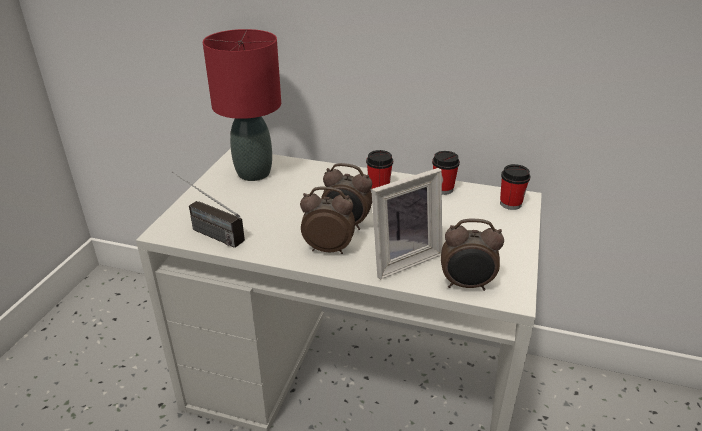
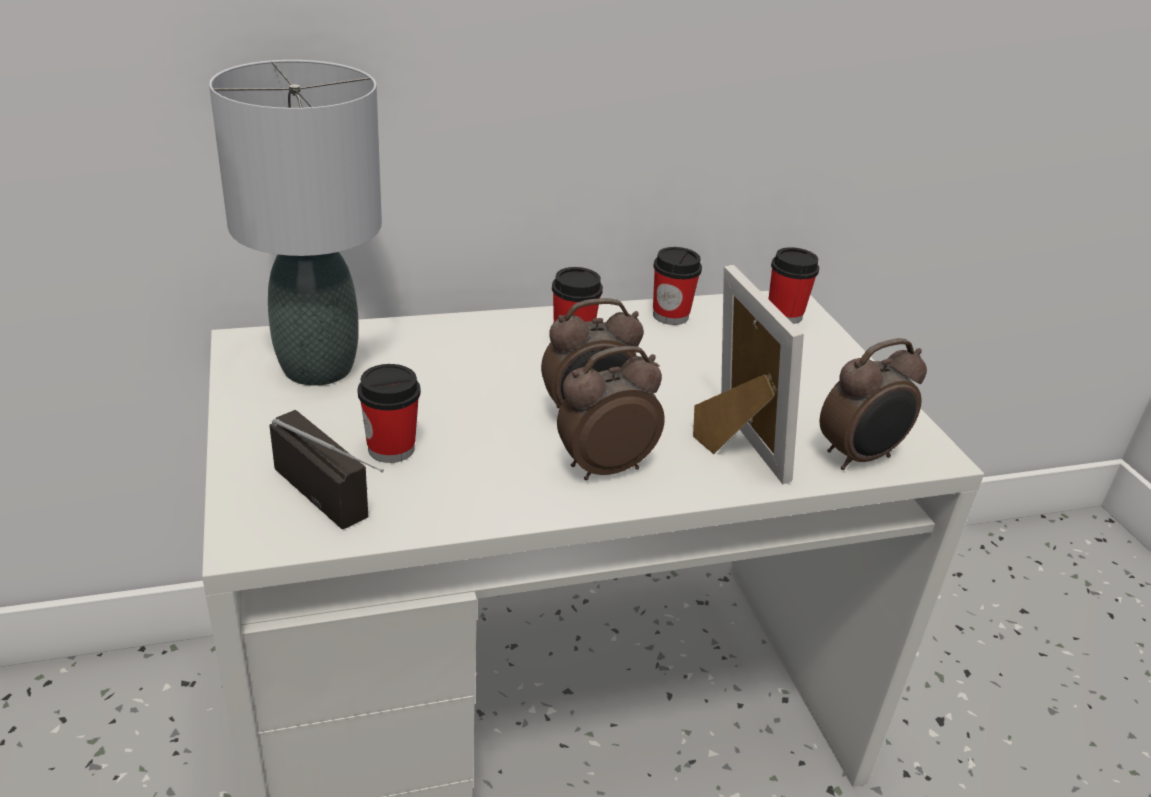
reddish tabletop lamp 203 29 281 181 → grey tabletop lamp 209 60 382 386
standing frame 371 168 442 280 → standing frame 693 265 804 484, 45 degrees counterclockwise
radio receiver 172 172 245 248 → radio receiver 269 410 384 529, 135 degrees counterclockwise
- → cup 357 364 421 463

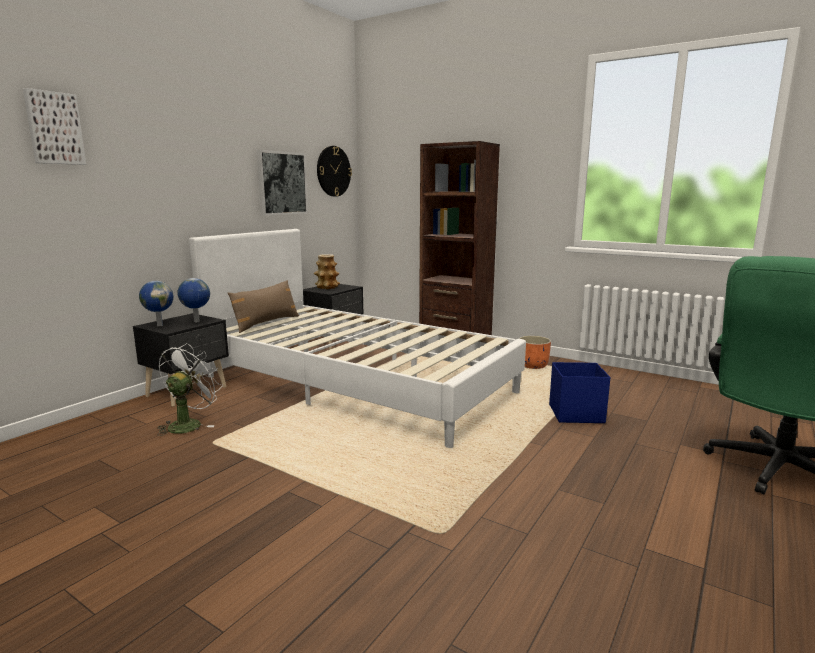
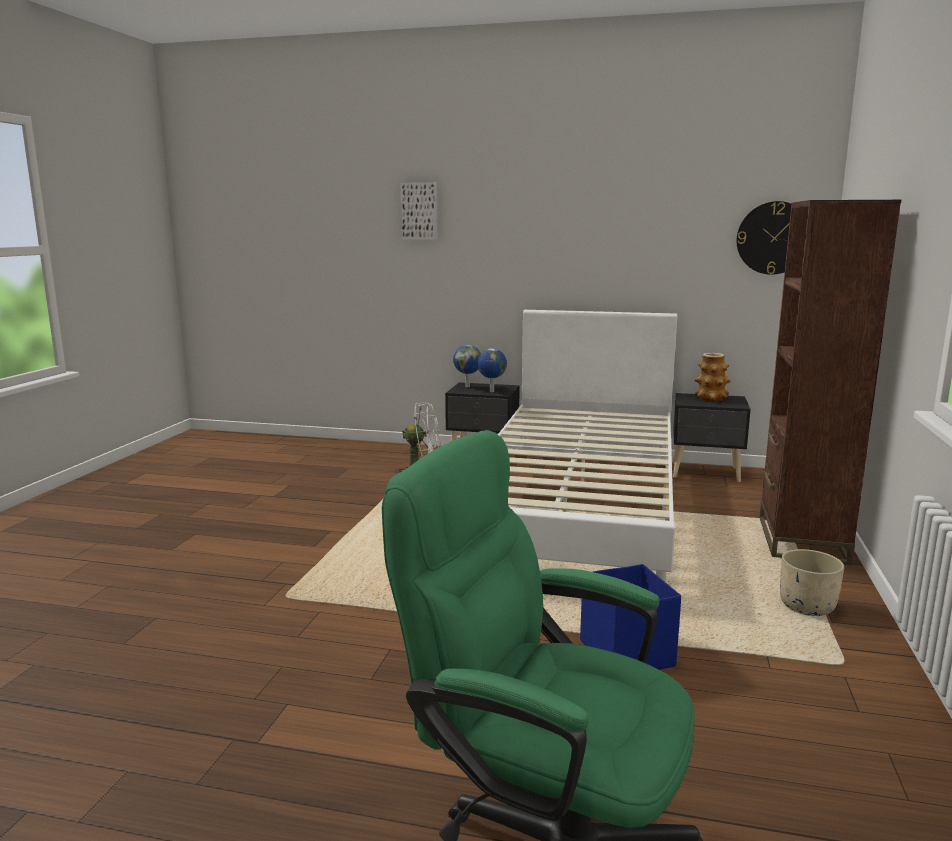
wall art 257 150 308 216 → -
brown throw pillow 228 280 299 333 → -
orangey plant pot 519 336 551 369 → beige-coloured plant pot 780 549 844 616

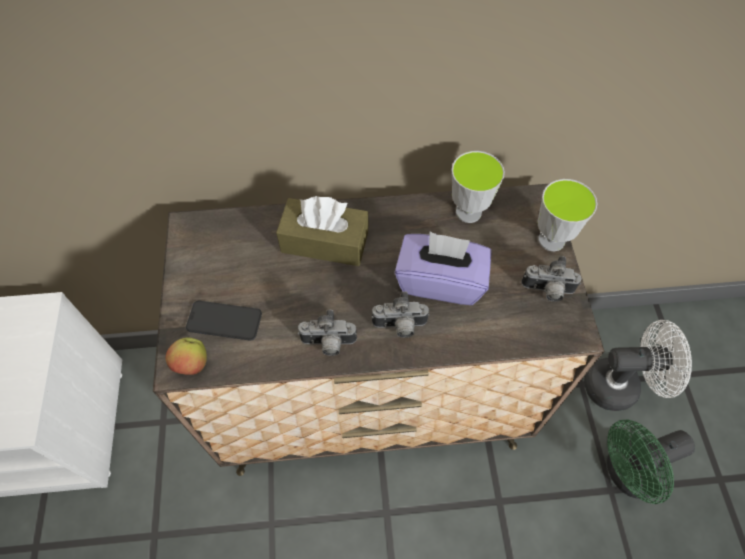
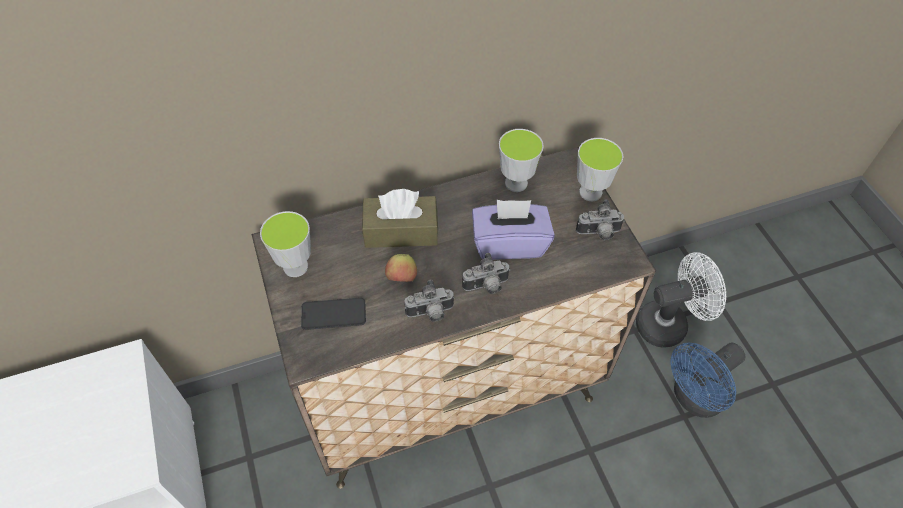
apple fruit 165 337 207 375 → apple fruit 385 254 417 282, moved
greenish cooling fan 607 419 695 504 → blue cooling fan 670 343 745 418
- → cup 260 211 311 277

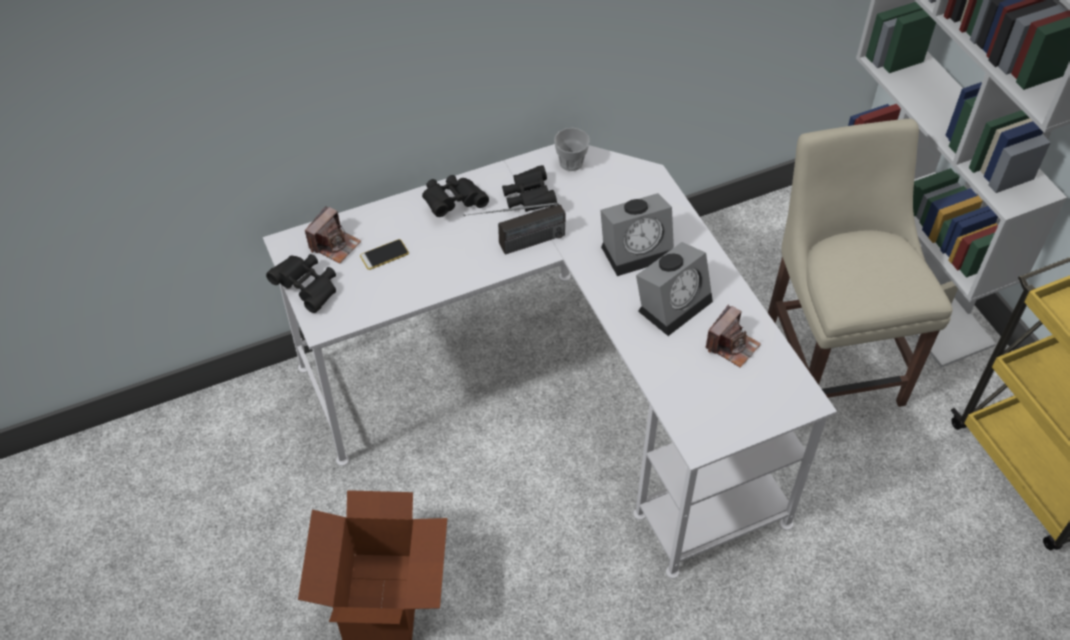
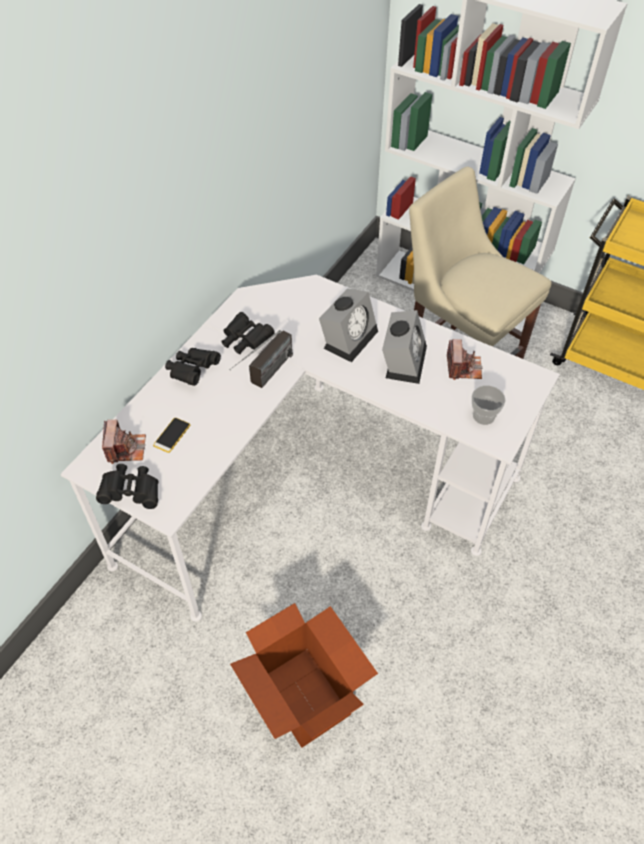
cup 554 128 590 171 → cup 472 385 506 425, moved

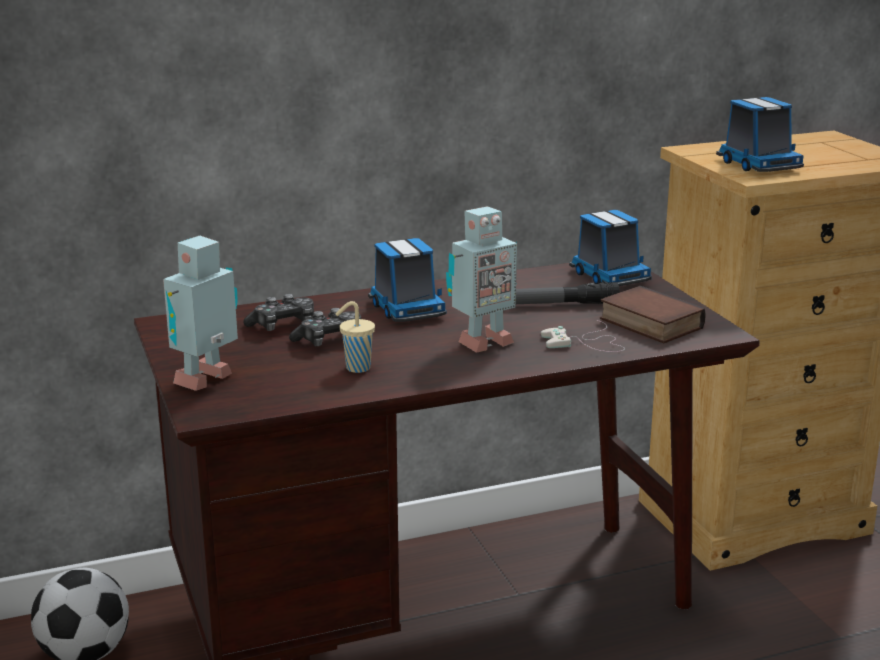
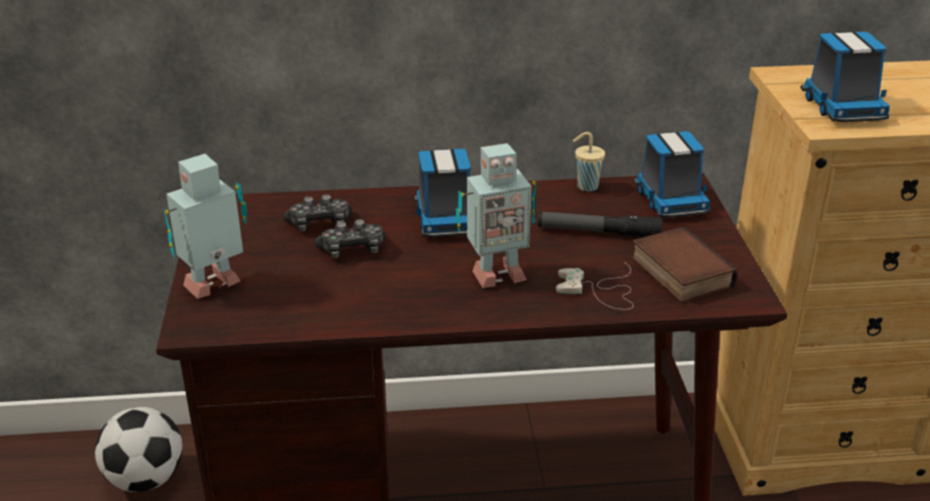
beige-coloured cup 336 301 375 373 → beige-coloured cup 573 132 605 191, moved

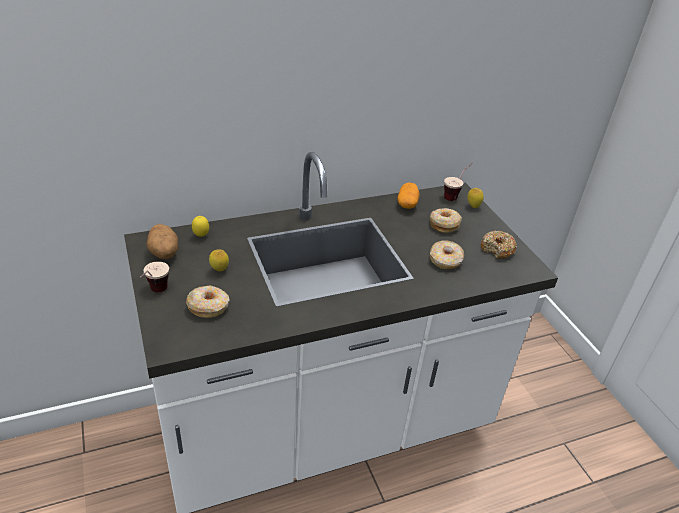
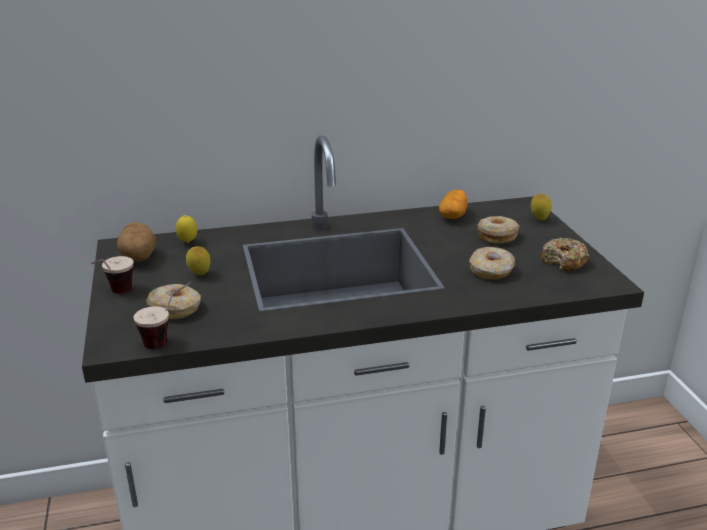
cup 444 163 473 201 → cup 133 282 191 349, moved

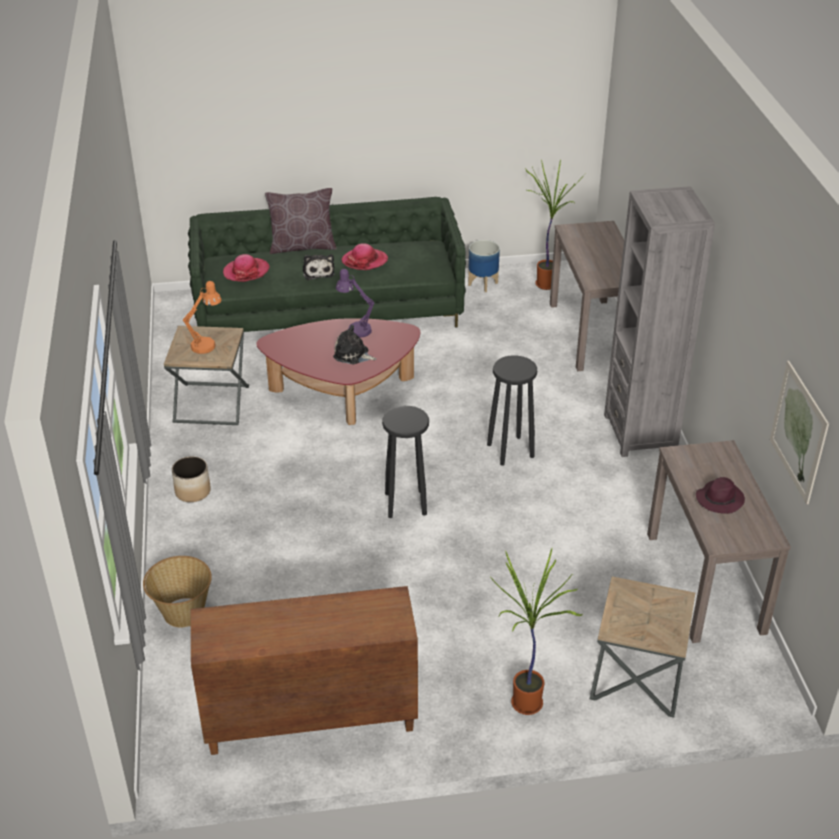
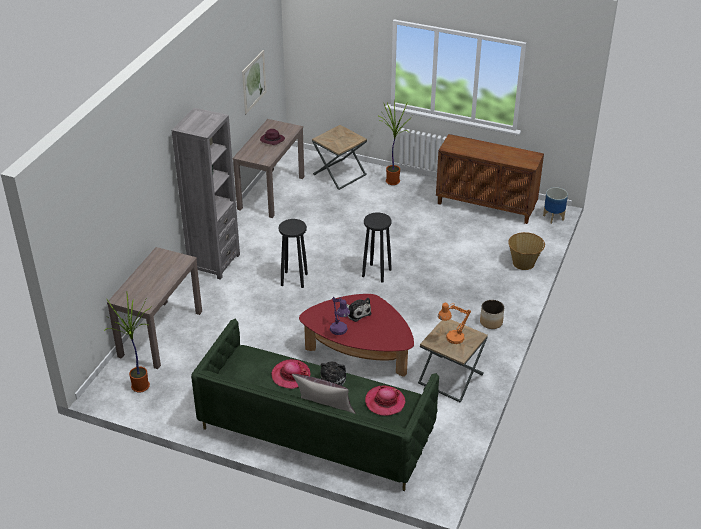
plant pot 468 240 500 292 → plant pot 543 187 568 224, moved

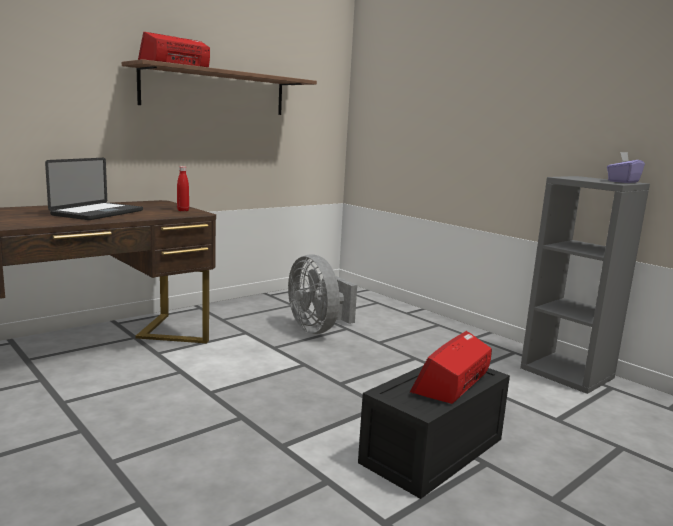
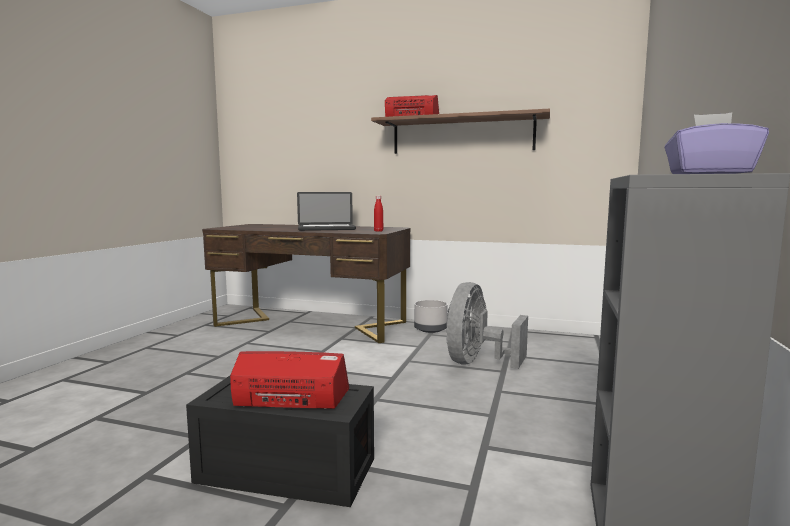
- → grey plant pot 414 300 448 333

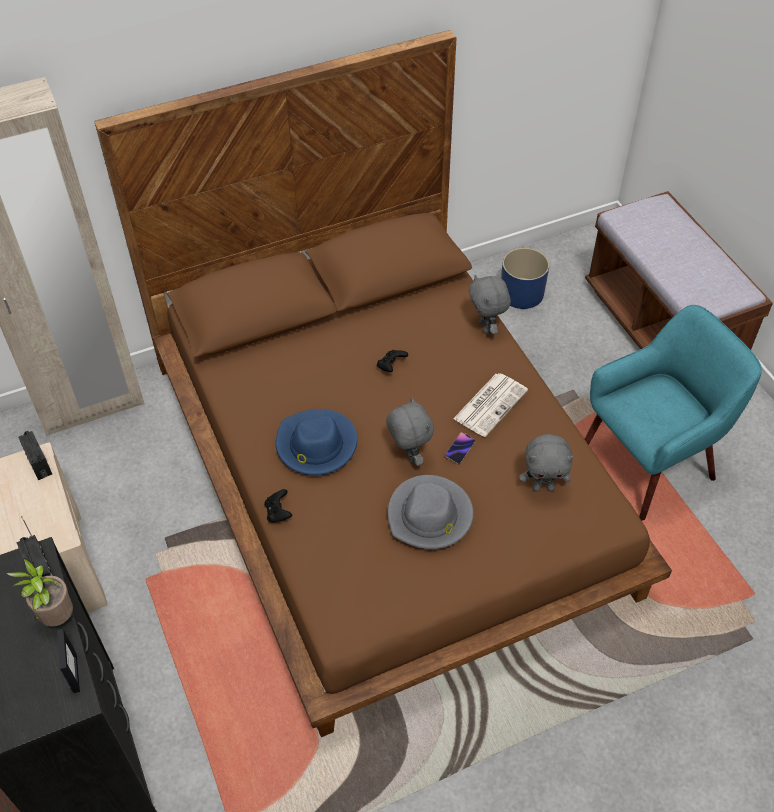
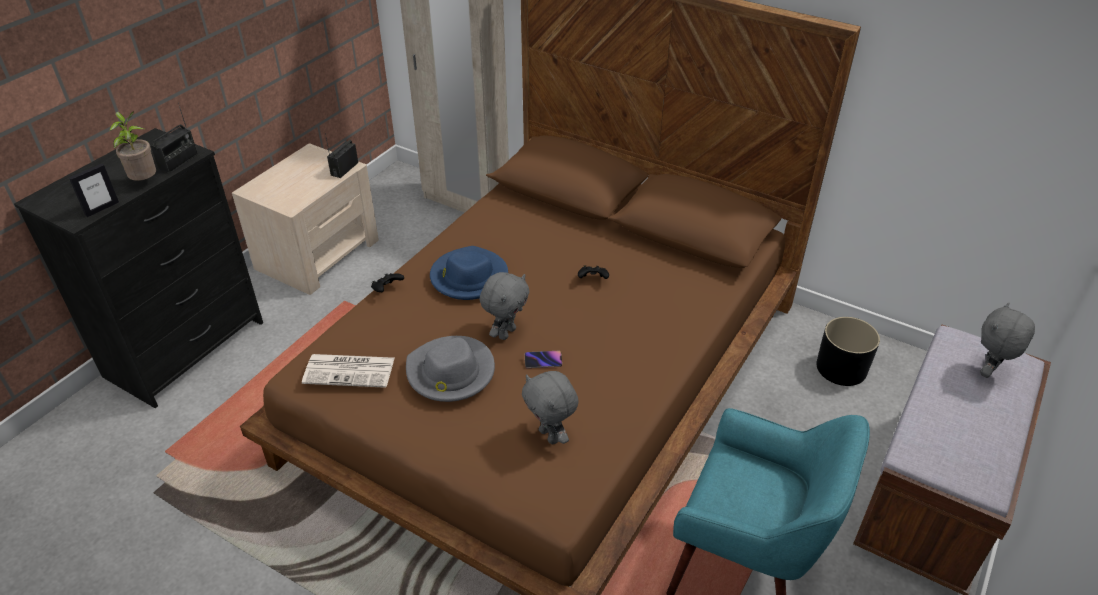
blue plant pot 501 248 549 309 → black plant pot 816 317 880 386
grey plush toy 469 275 511 335 → grey plush toy 980 302 1035 378, moved
newspaper 453 373 528 437 → newspaper 302 354 394 388, moved

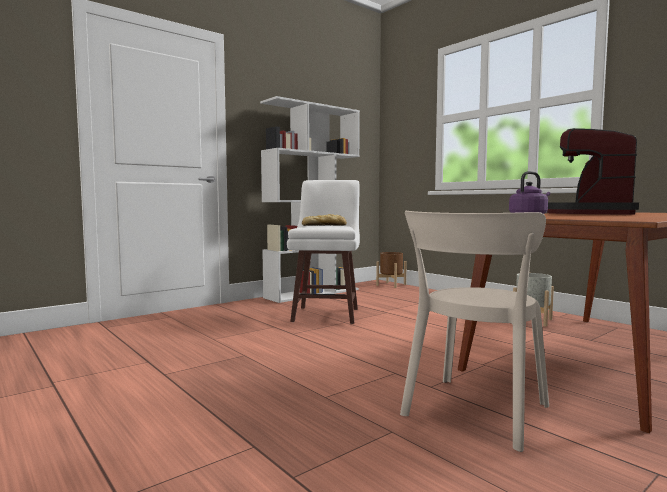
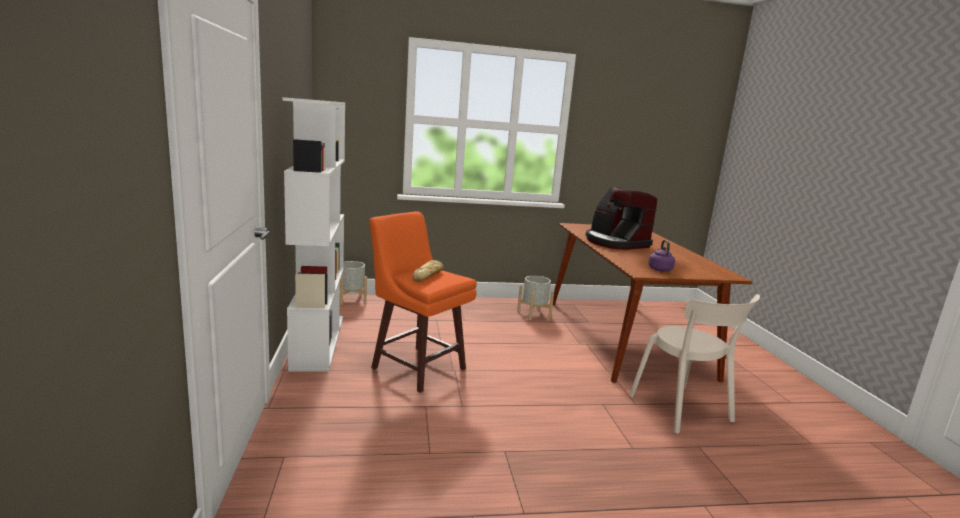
white-coloured stool seat 287 180 360 324 → orangey stool seat 370 211 477 393
brown plant pot 376 252 407 288 → grey plant pot 340 261 367 305

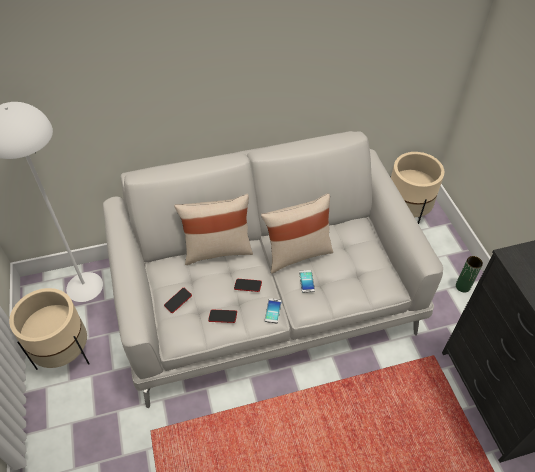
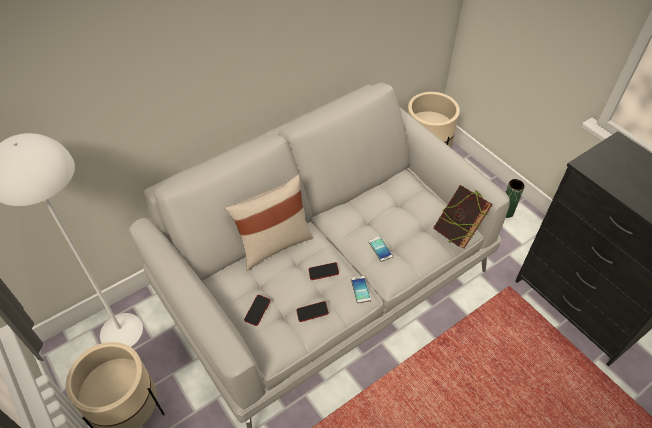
beige-coloured throw pillow 261 193 333 274 → -
- → volume 433 185 493 249

